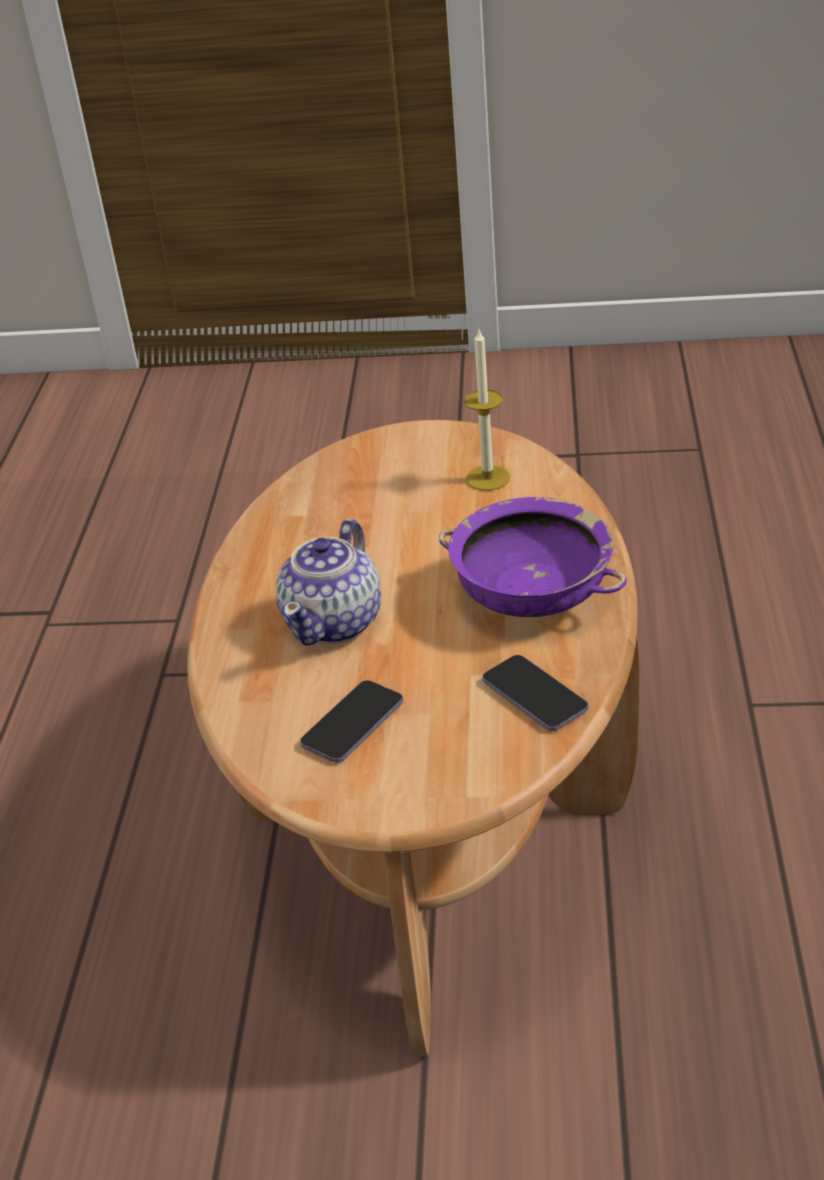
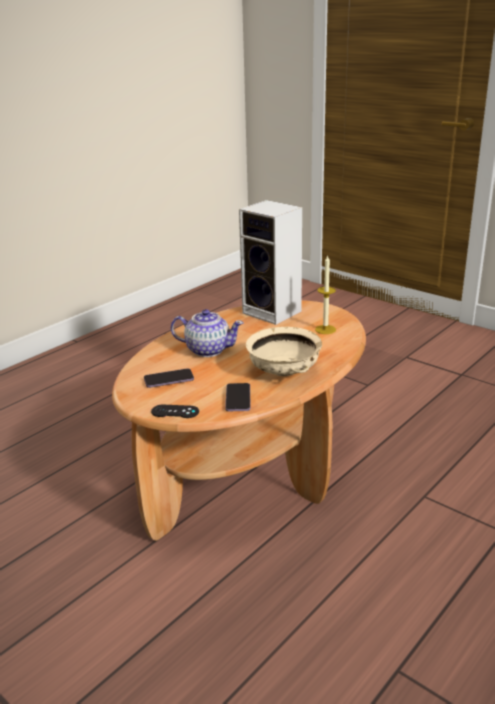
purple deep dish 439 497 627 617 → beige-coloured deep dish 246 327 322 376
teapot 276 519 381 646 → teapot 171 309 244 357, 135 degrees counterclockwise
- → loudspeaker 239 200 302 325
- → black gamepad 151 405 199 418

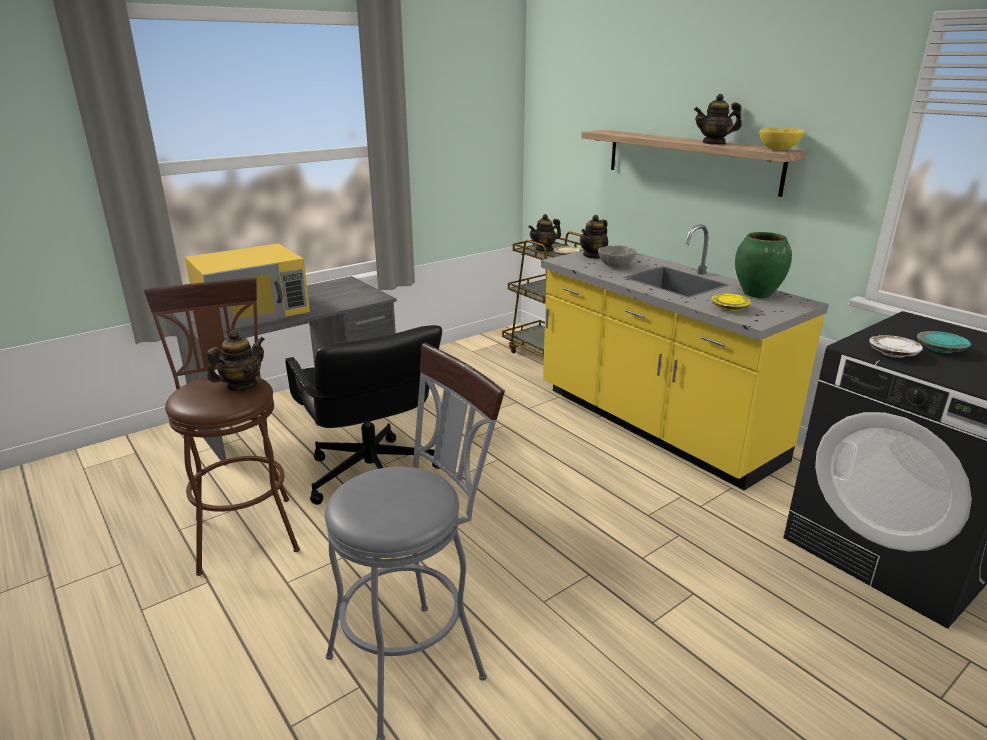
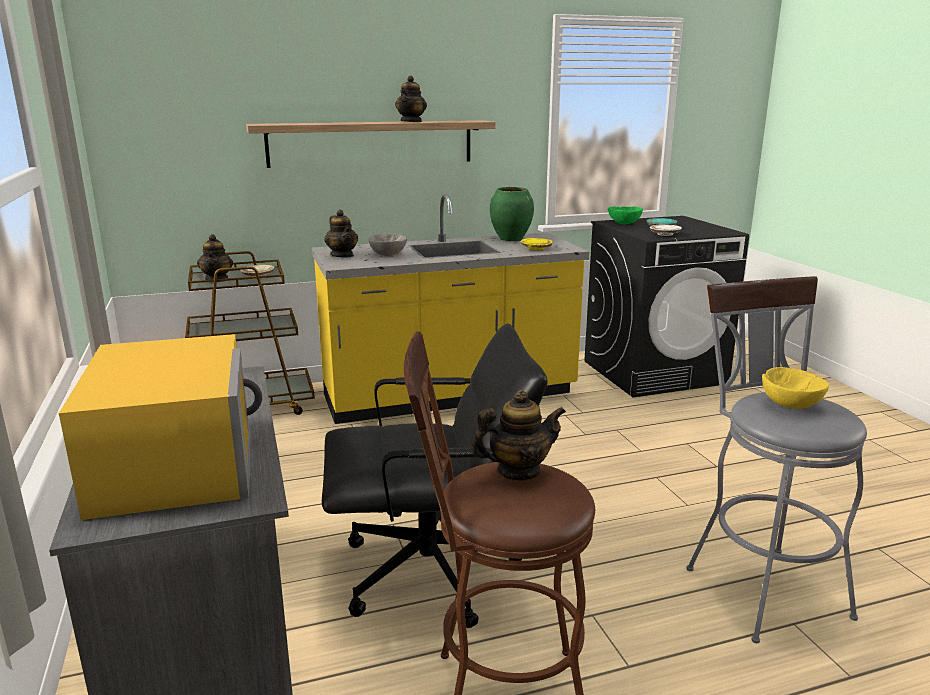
yellow deep dish 759 127 804 151 → yellow deep dish 762 367 829 409, moved
teapot 207 330 265 391 → teapot 472 390 566 481, 105 degrees clockwise
- → greenish deep dish 608 206 643 224

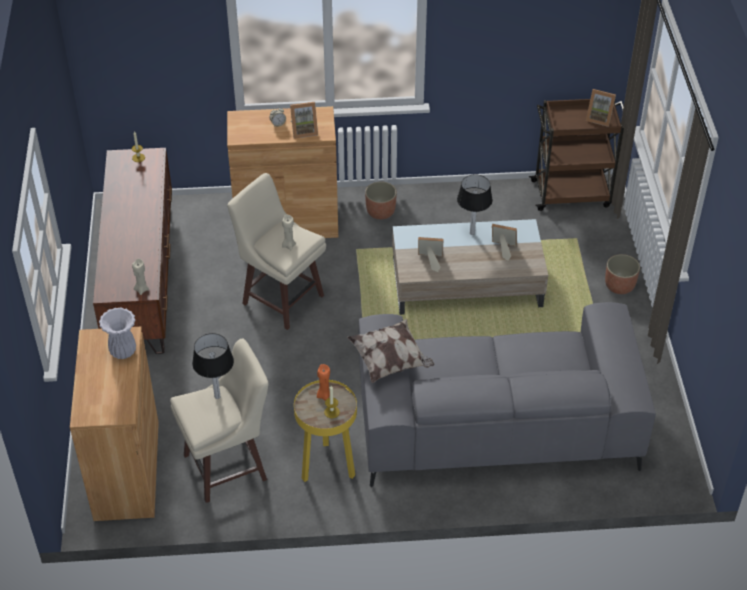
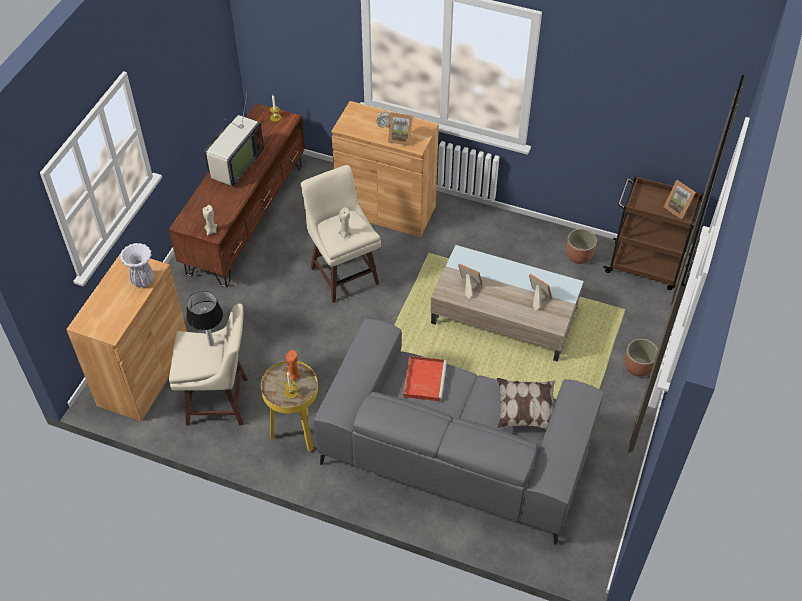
tabletop lamp 457 174 493 235 → -
plant pot 365 182 397 219 → plant pot 566 229 597 264, moved
throw pillow 347 319 434 383 → throw pillow 497 378 556 428, moved
- → television 204 94 264 187
- → reddish carrying tray 403 356 447 401

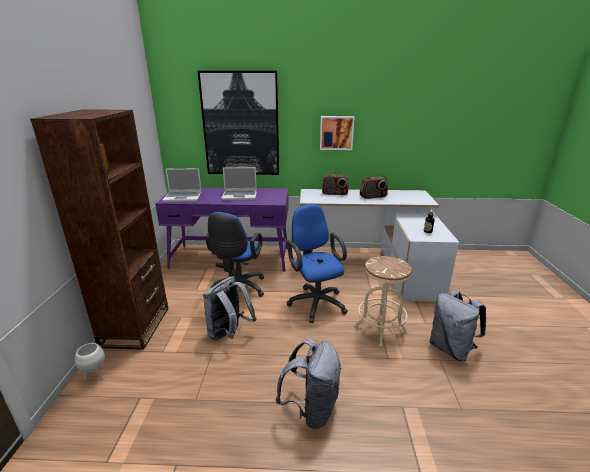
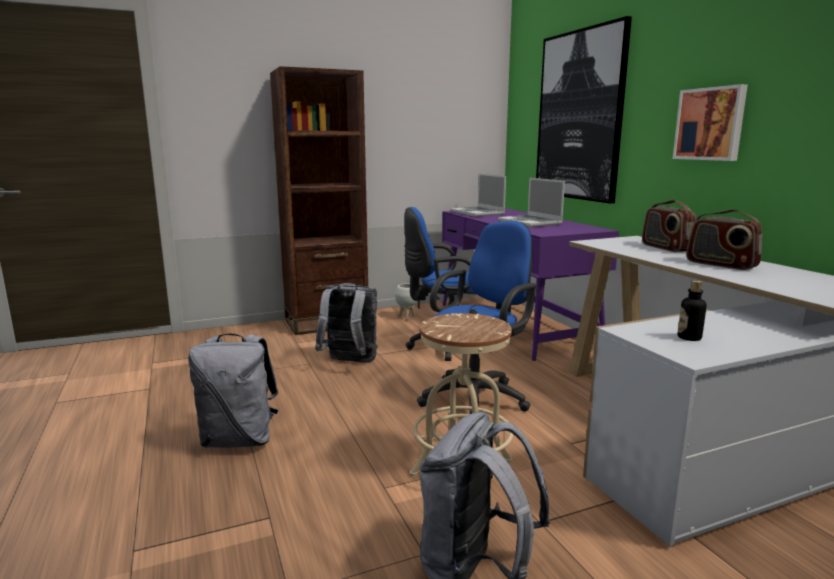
white-coloured plant pot 75 343 105 381 → white-coloured plant pot 395 283 418 320, moved

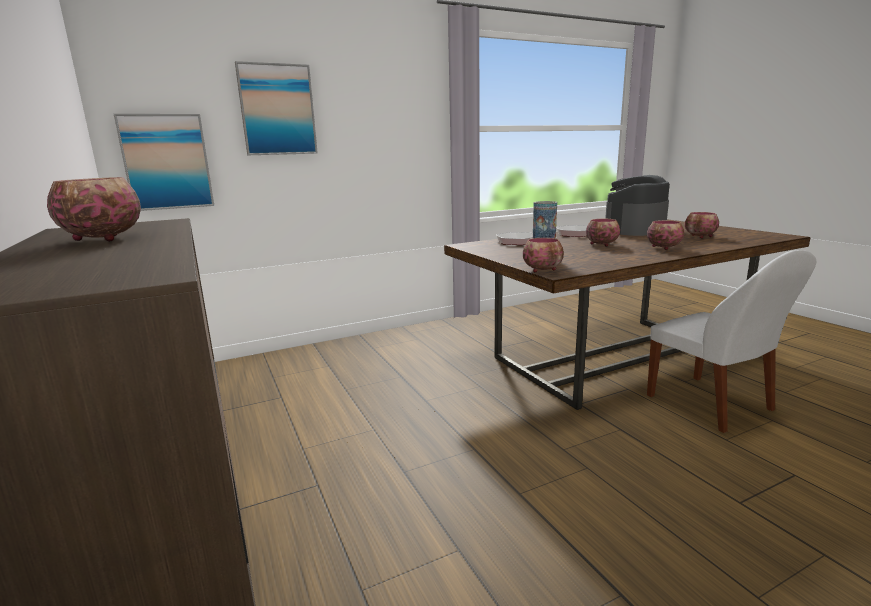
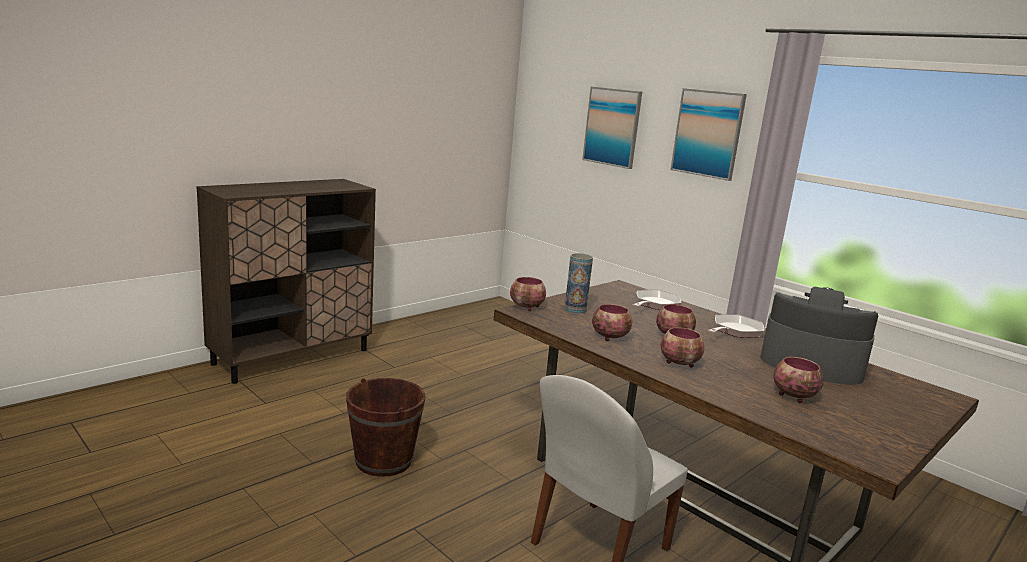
wall art 114 114 214 211 → wall art 670 88 747 181, moved
deep dish 47 177 141 241 → deep dish 592 304 632 341, moved
- → brown pail 346 378 426 477

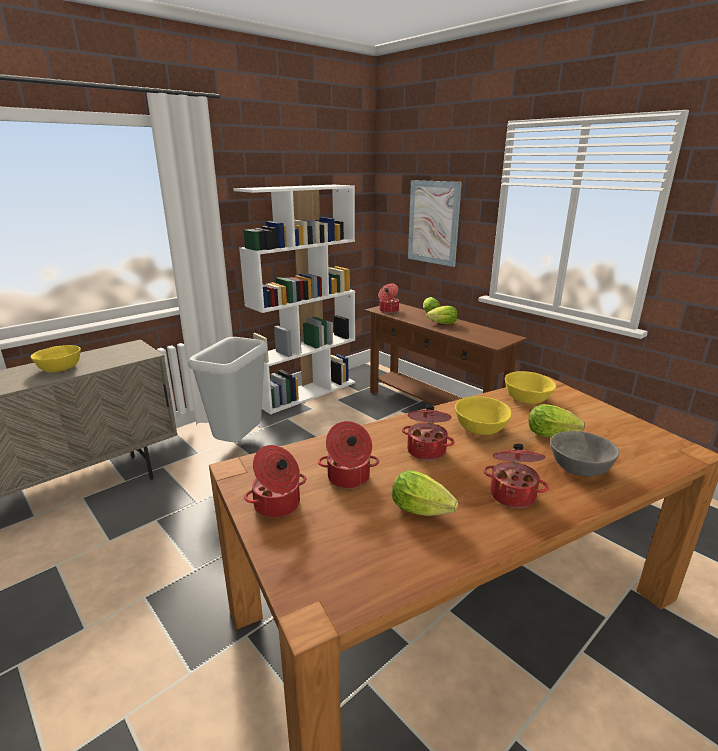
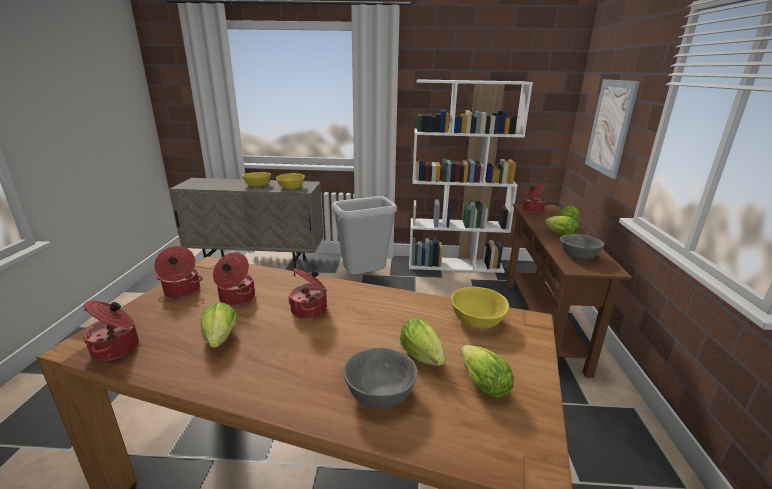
yellow deep dish 455 396 511 435 → yellow deep dish 276 173 305 189, moved
stockpot 483 444 549 508 → stockpot 83 300 139 361, moved
- → grey deep dish 560 234 604 259
- → lettuce 460 345 514 399

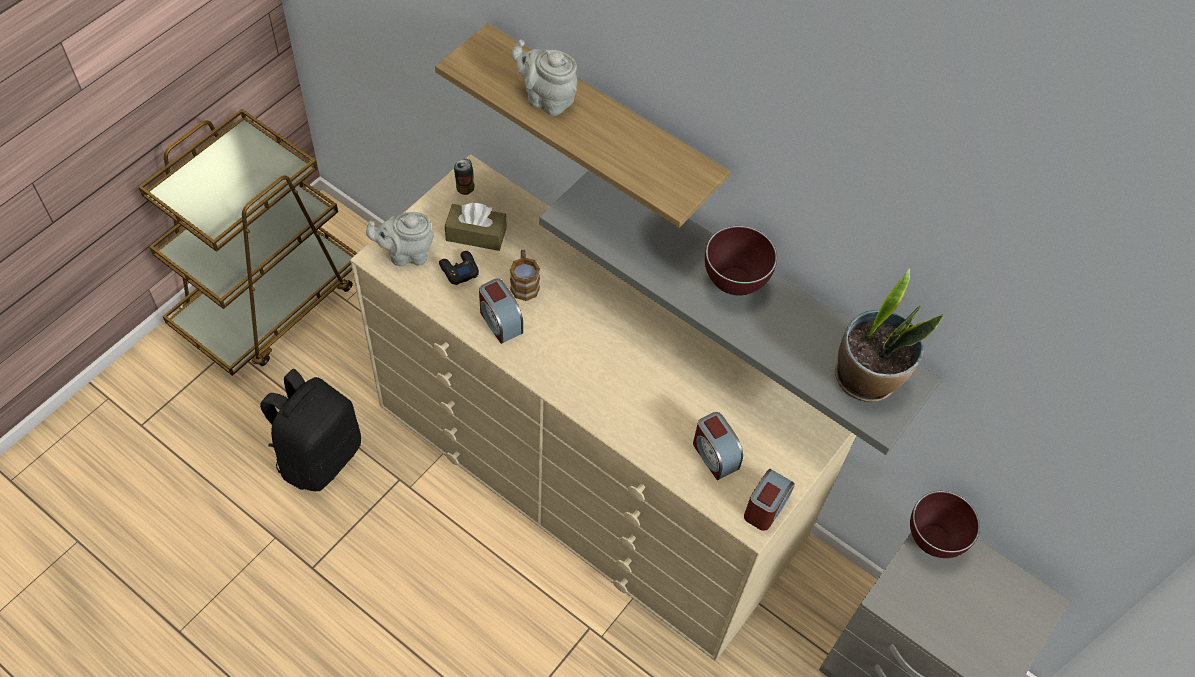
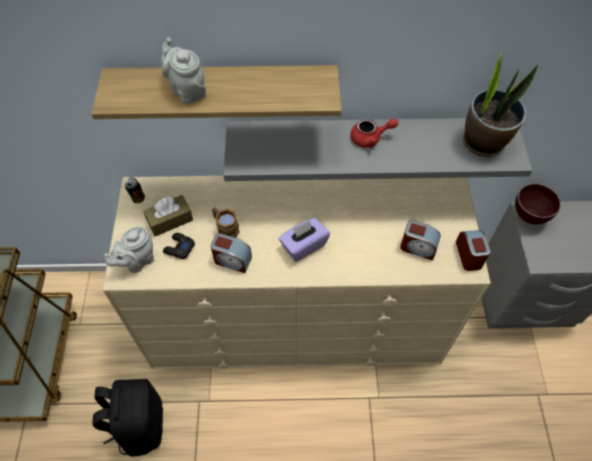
grey teapot 512 40 577 116 → grey teapot 161 37 206 104, 60 degrees clockwise
brown deep dish 705 226 777 295 → reddish teapot 350 118 398 148
- → purple box of tissues 279 218 330 262

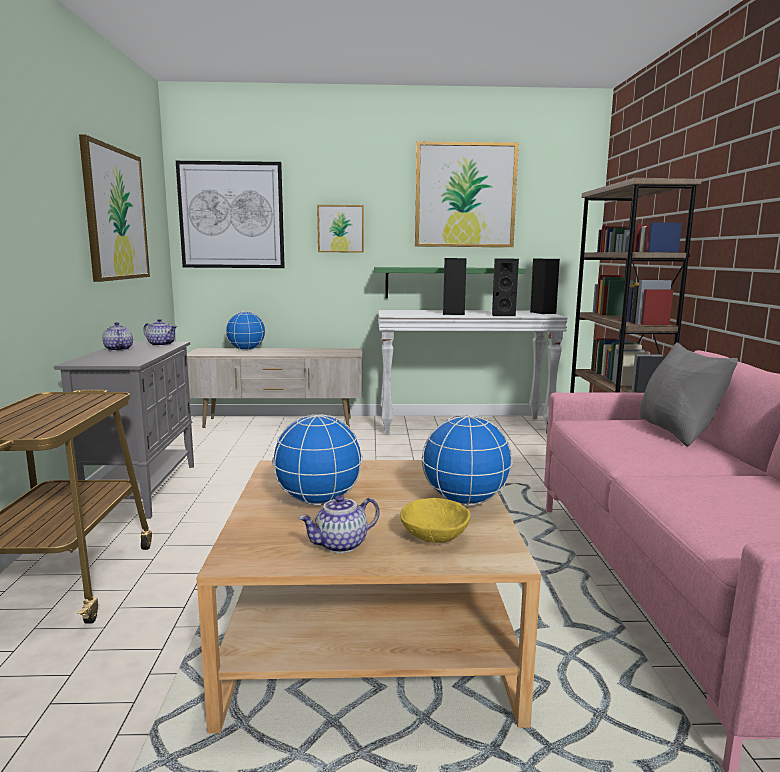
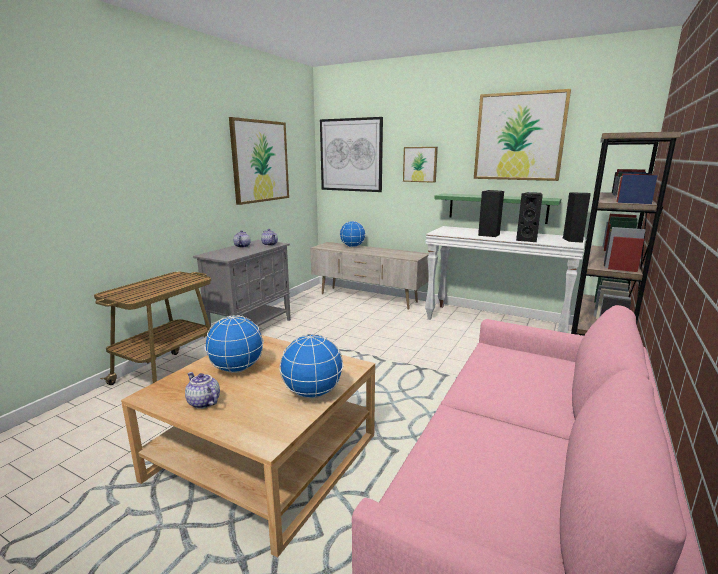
grey throw pillow 640 342 738 446 → -
teapot 299 495 380 553 → teapot 185 372 220 409, 45 degrees clockwise
yellow deep dish 400 498 471 543 → -

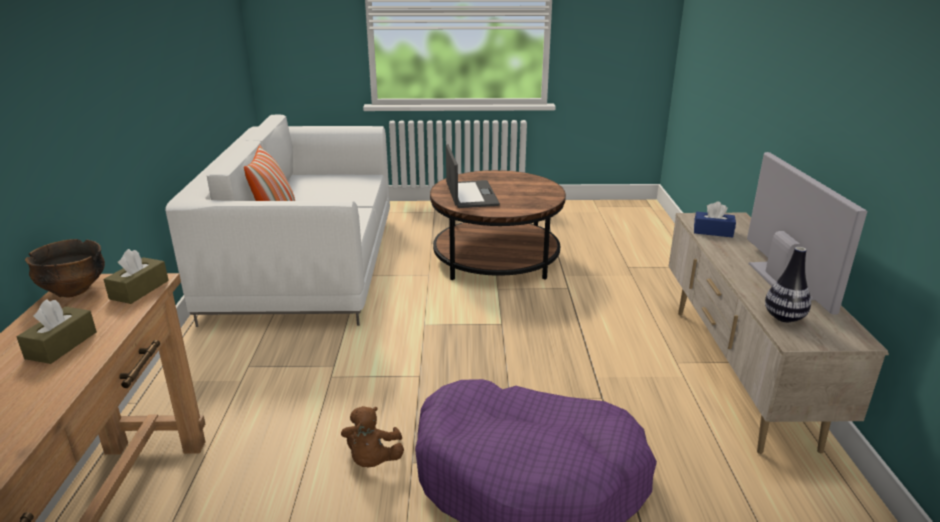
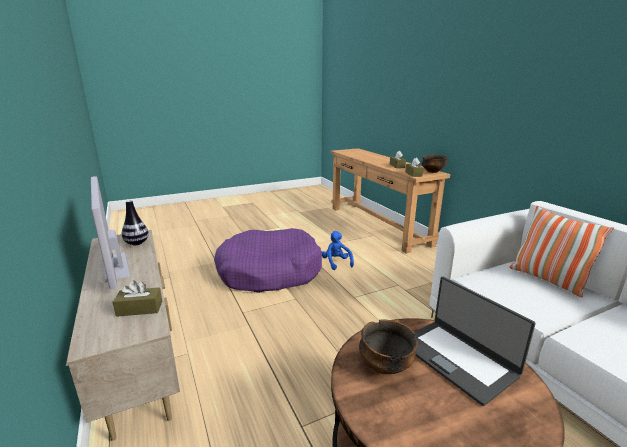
blue box of tissues 694 202 736 238 → brown box of tissues 113 280 163 317
brown plush toy 341 406 404 468 → blue plush toy 322 231 354 270
- → deep dish 359 320 418 374

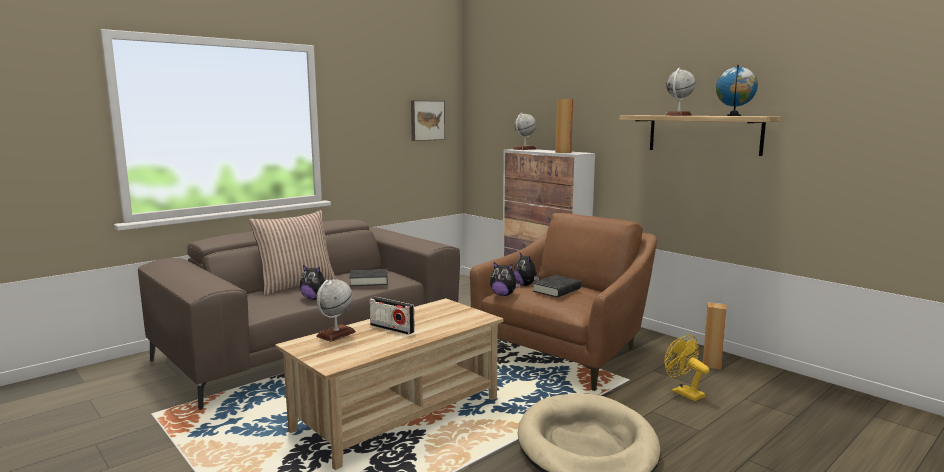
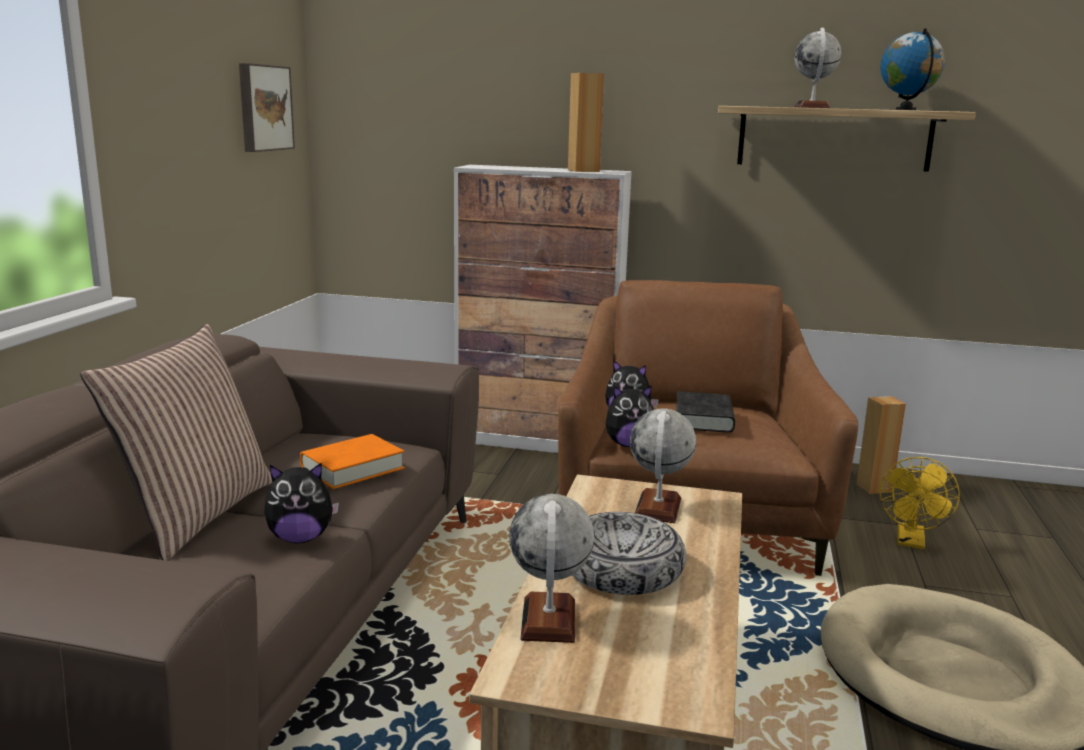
desk globe 513 112 536 150 → desk globe 630 408 696 523, moved
black volume 349 269 388 286 → orangey volume 300 434 405 489
radio receiver 369 297 415 335 → deep dish 572 512 686 595
yellow cooling fan 664 335 710 401 → yellow cooling fan 880 457 960 549, 90 degrees counterclockwise

